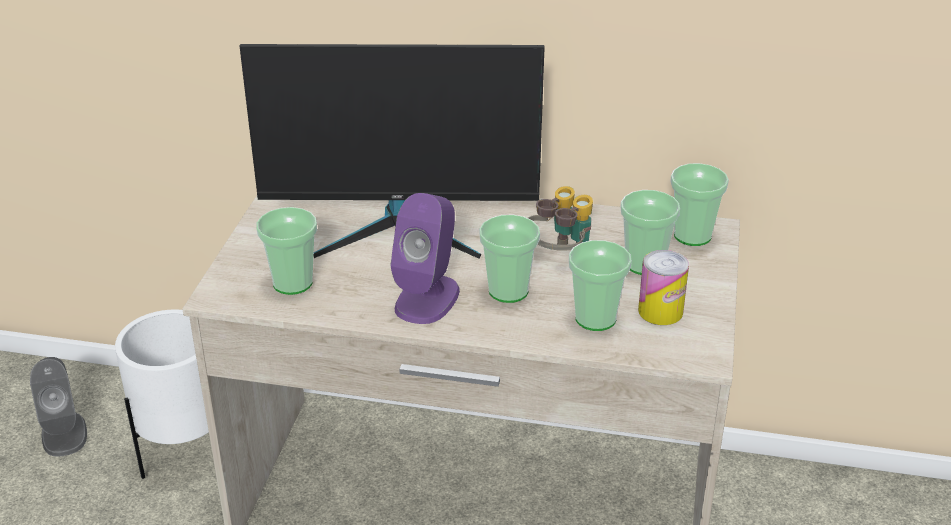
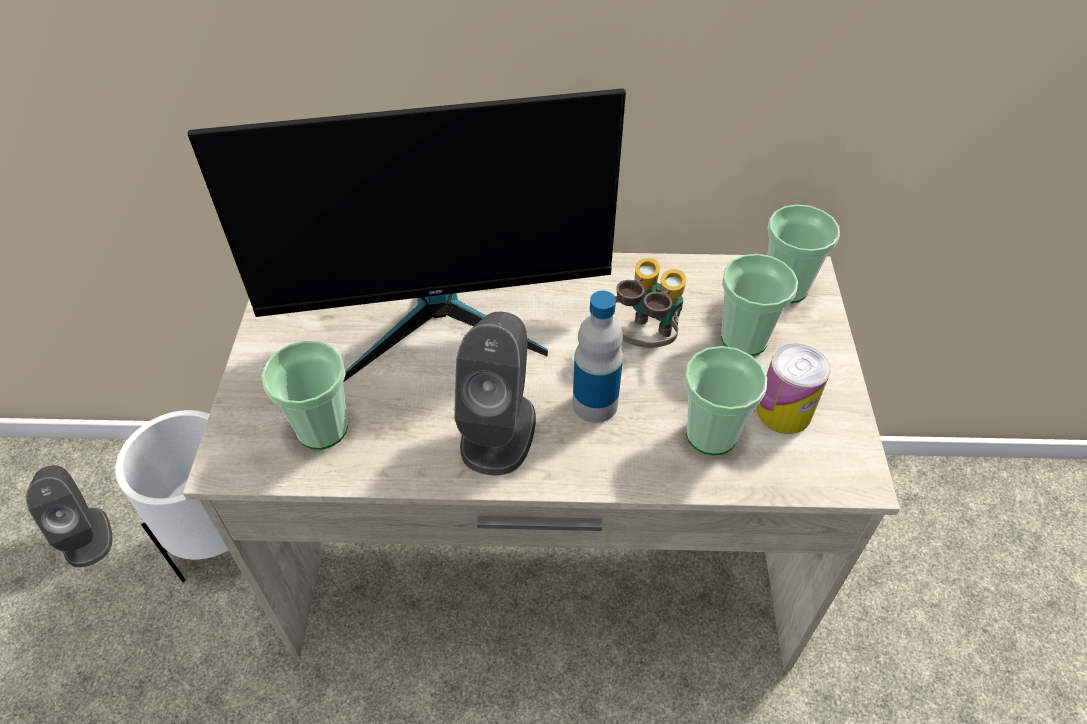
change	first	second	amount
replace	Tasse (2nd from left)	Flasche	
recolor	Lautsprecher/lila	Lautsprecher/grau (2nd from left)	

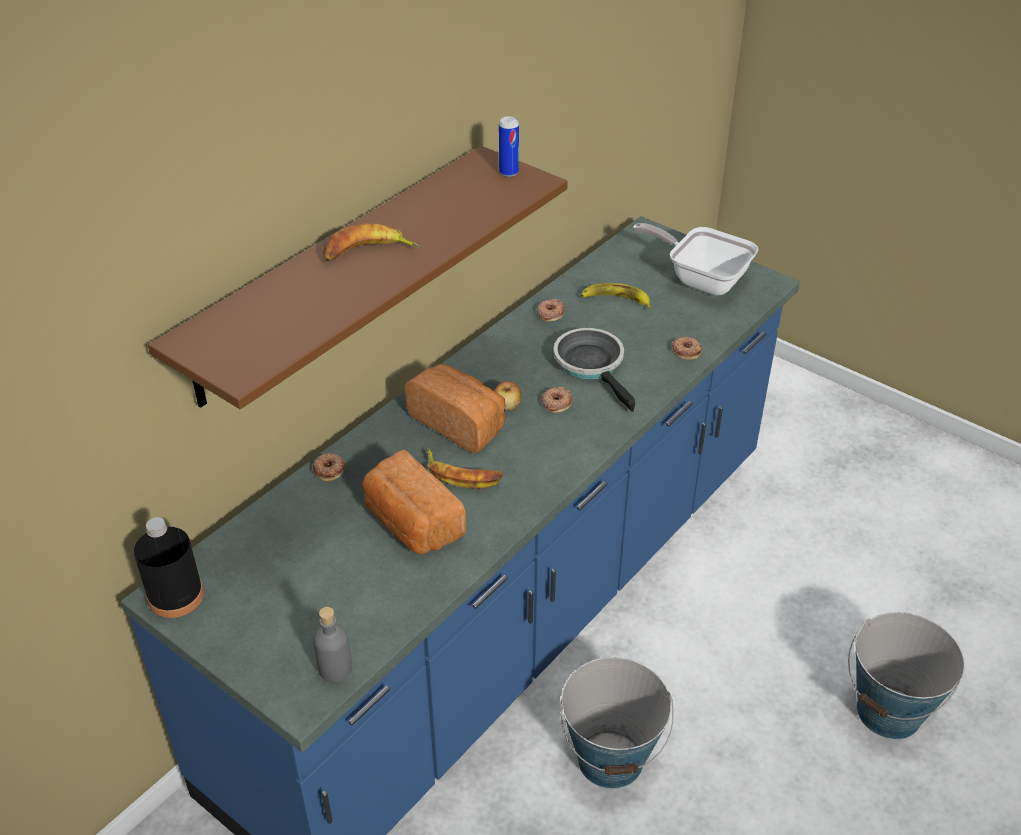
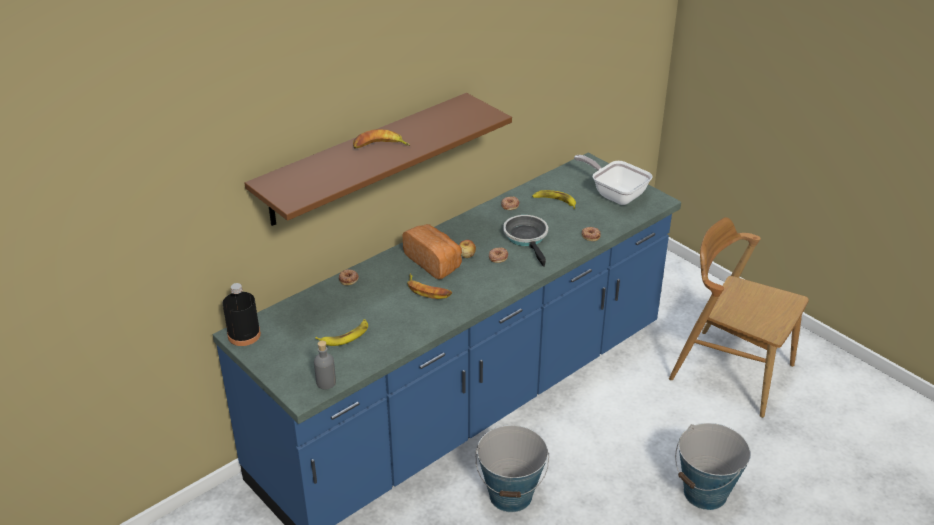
change	first	second	amount
delete	Brot (1st from left)		
delete	Dose		
insert		Banane (1st from left)	
insert		Stuhl/braun	

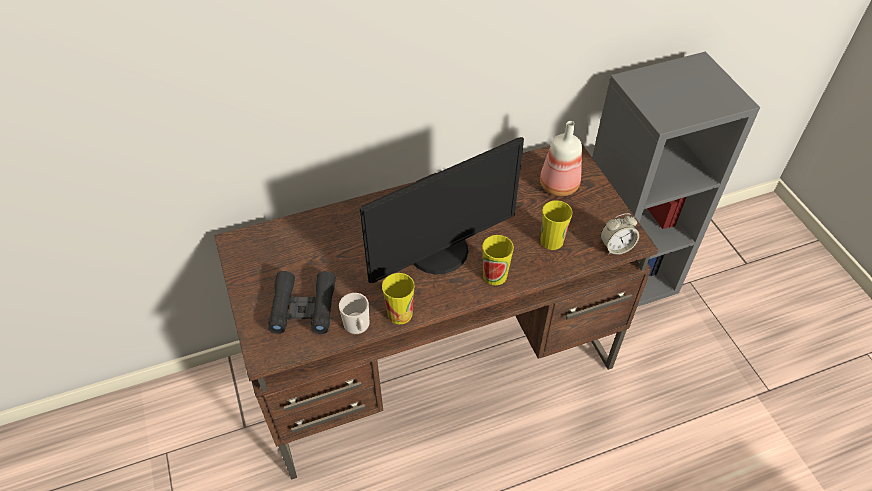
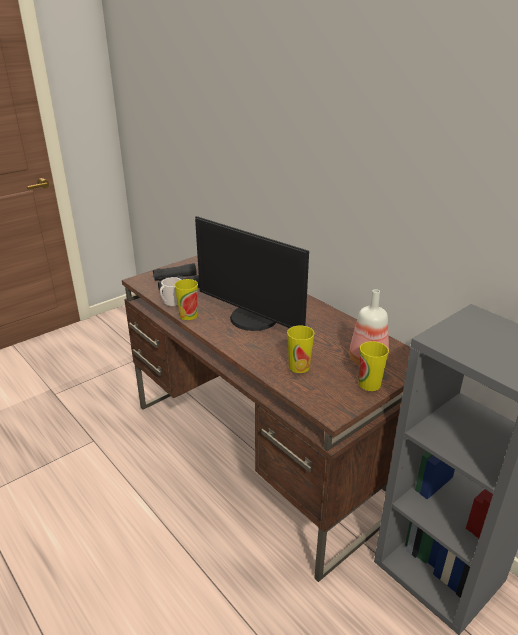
change	first	second	amount
delete	Wecker		
move	Tasse (2nd from left in the first image)	Tasse (3rd from left)	

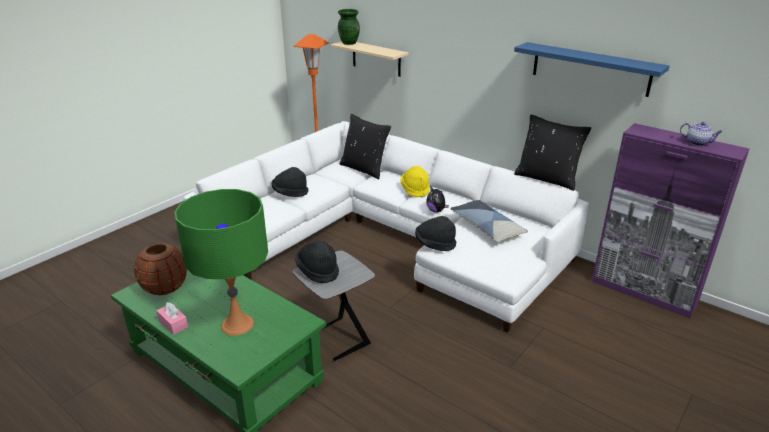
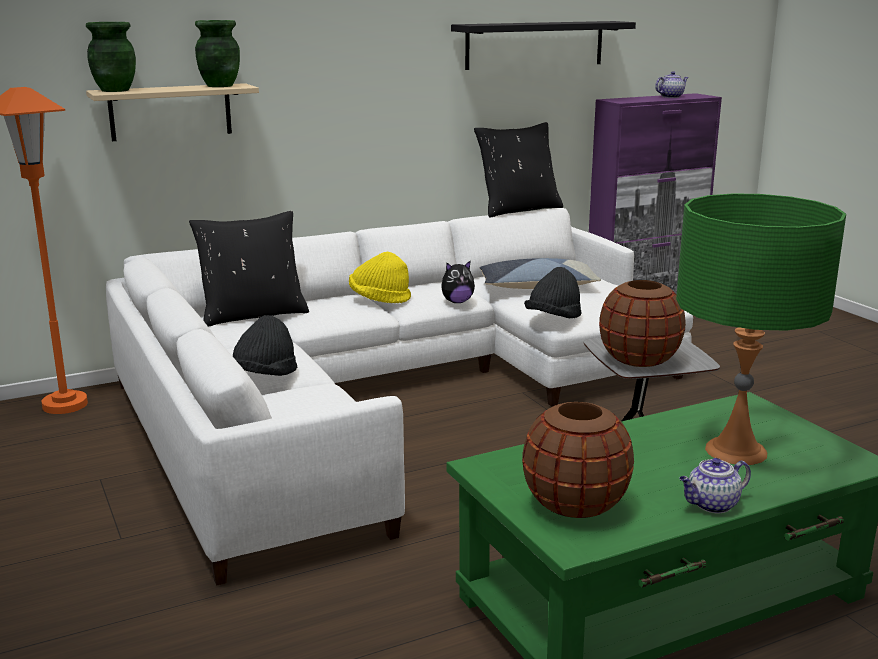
change	first	second	amount
insert		Vase/grün (2nd from left)	
replace	Taschentuchbox/rosa	Teekanne (2nd from left)	
replace	Hut/schwarz (2nd from left)	Vase/braun (2nd from left)	
recolor	Wandregal/blau	Wandregal/schwarz	

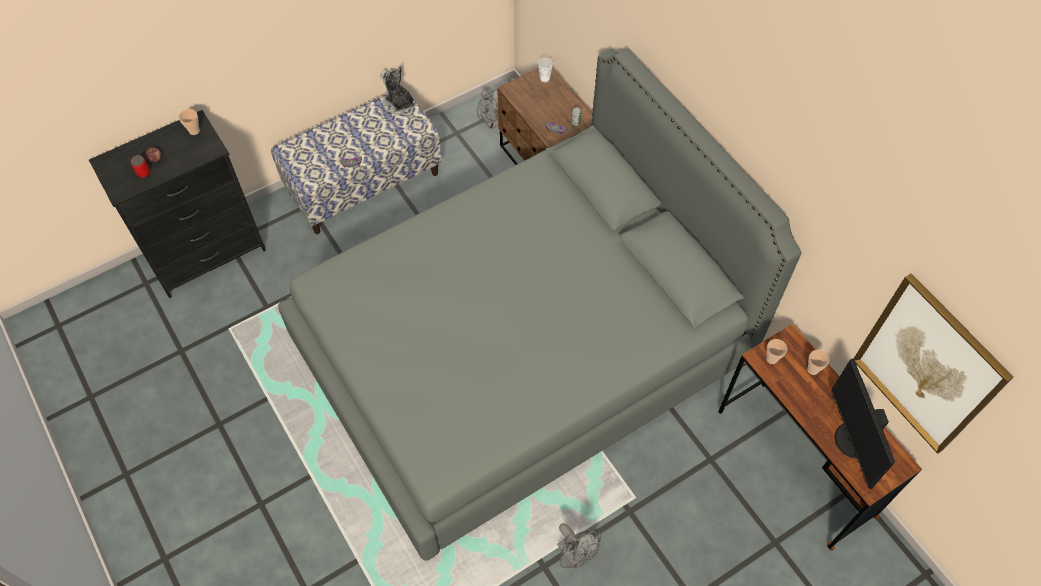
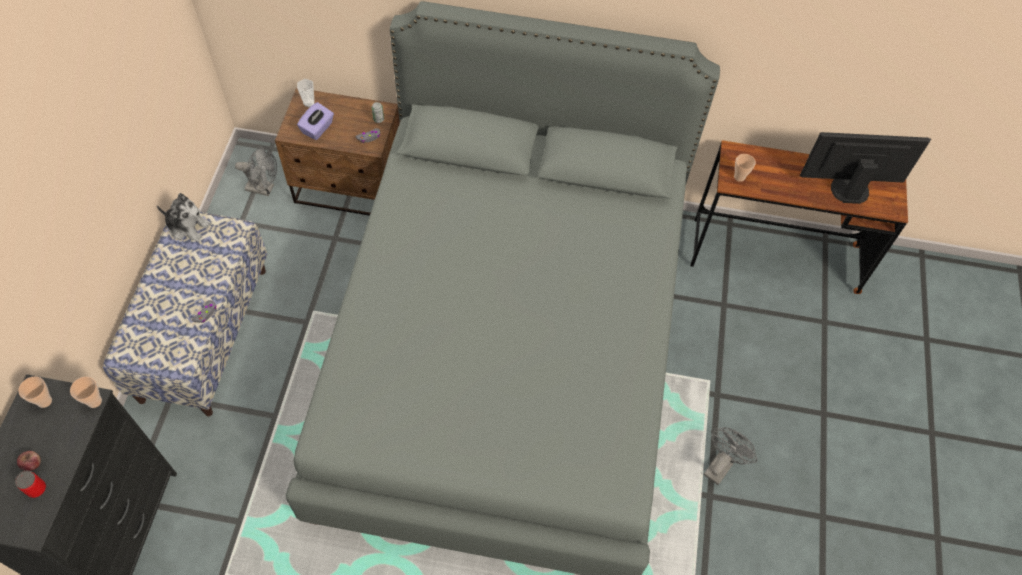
change	first	second	amount
delete	Bild		
insert		Taschentuchbox/lila	
move	Tasse (4th from left in the first image)	Tasse (2nd from left)	
rotate	Plüschtier		150 degrees counterclockwise
rotate	Ventilator/grau (2nd from left)		60 degrees counterclockwise
rotate	Monitor		150 degrees clockwise

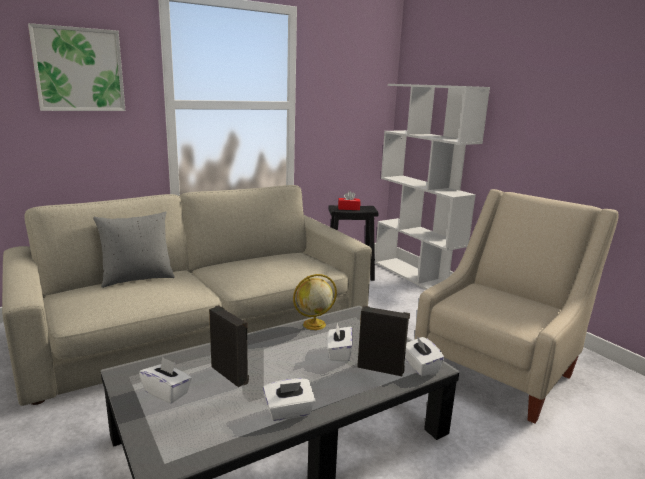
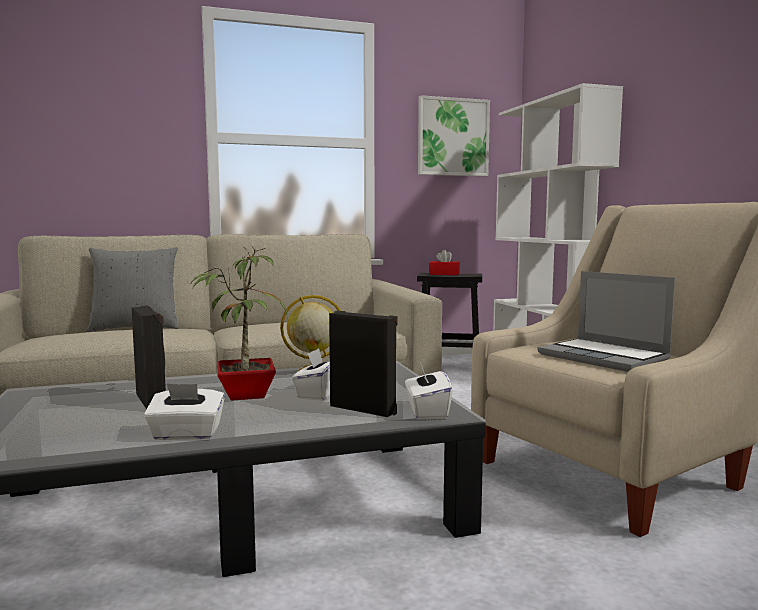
change	first	second	amount
delete	Taschentuchbox/weiß (1st from left)		
insert		Topfpflanze	
insert		Laptop	
move	Bild		

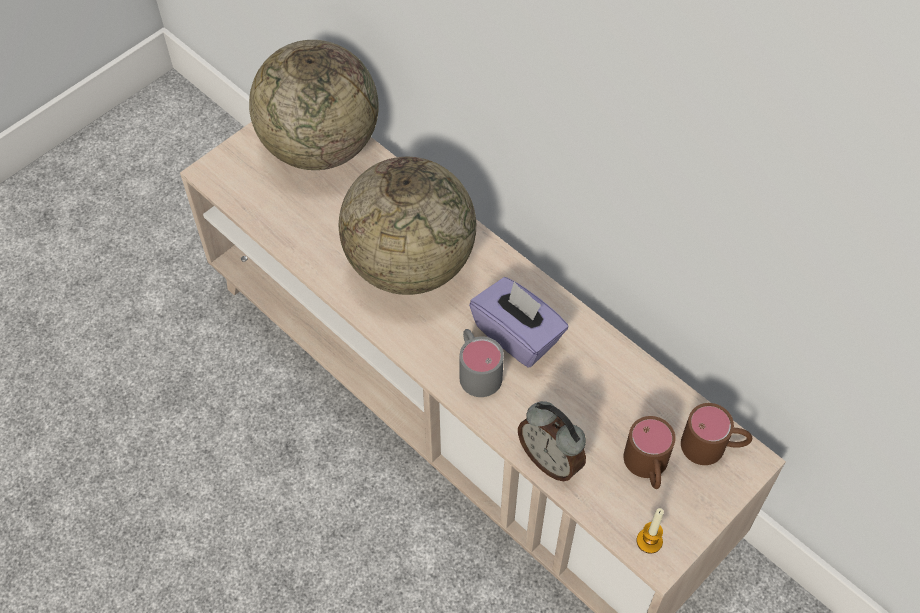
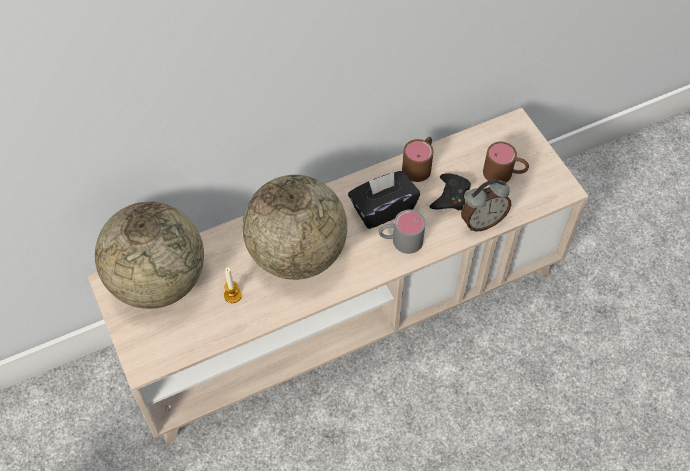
change	first	second	amount
insert		Gamepad/schwarz	
move	Kerze		
move	Henkelbecher/braun (2nd from left in the first image)	Henkelbecher/braun (1st from left)	
recolor	Taschentuchbox/lila	Taschentuchbox/schwarz	

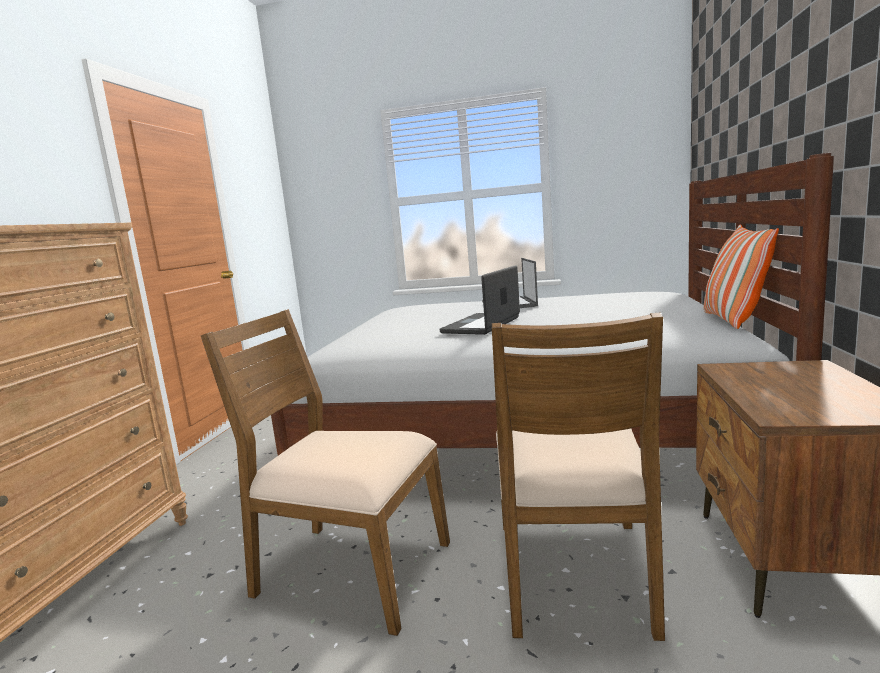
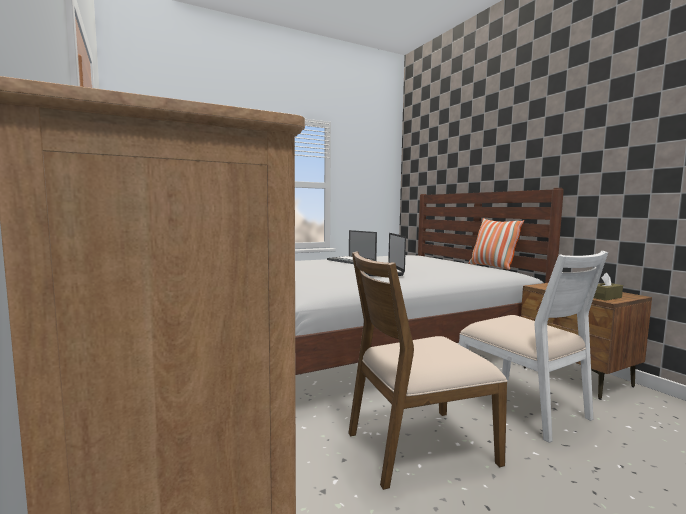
change	first	second	amount
insert		Taschentuchbox/braun	
recolor	Stuhl/braun (2nd from left)	Stuhl/weiß	

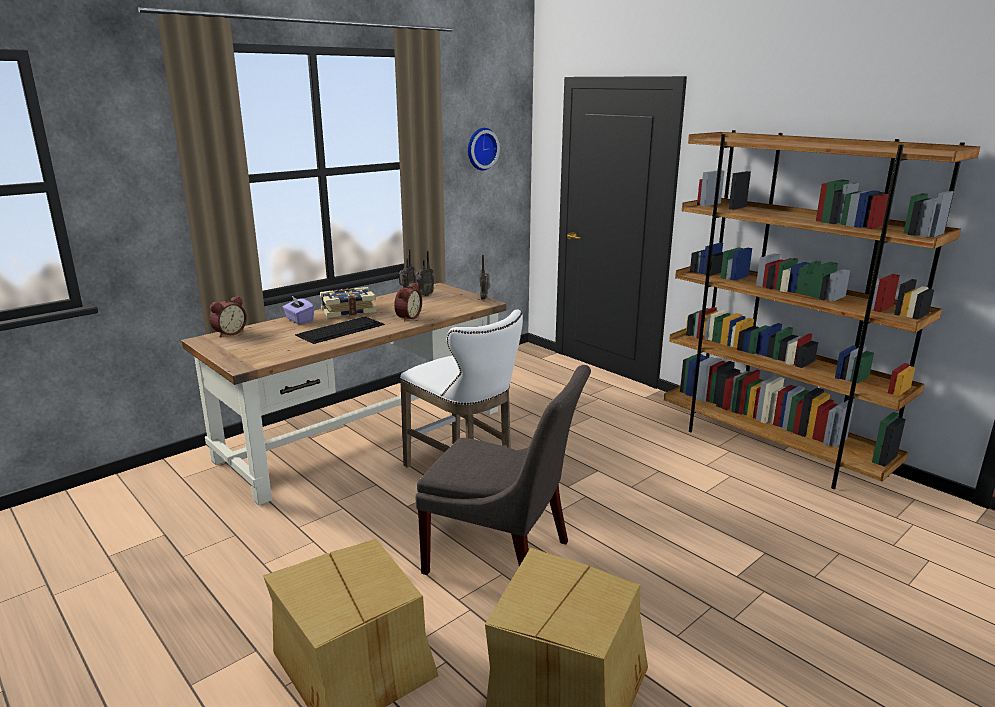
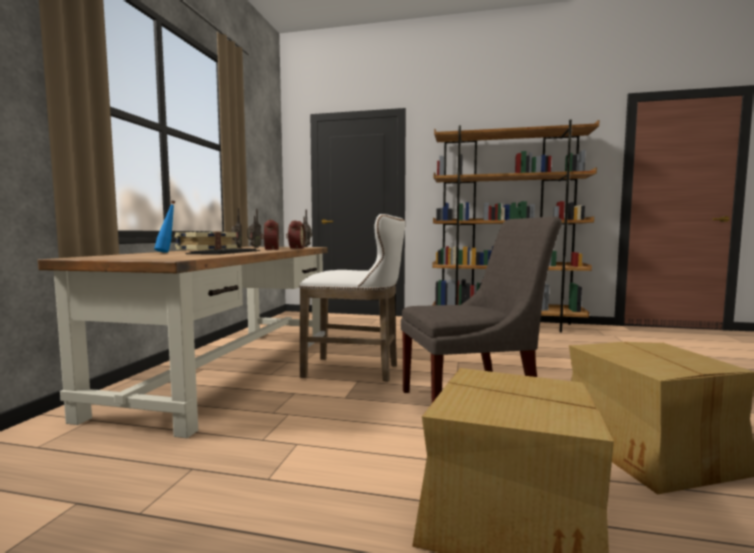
change	first	second	amount
delete	Wanduhr		
move	Wecker (1st from left in the first image)	Wecker (2nd from left)	
replace	Taschentuchbox/lila	Flasche/blau	

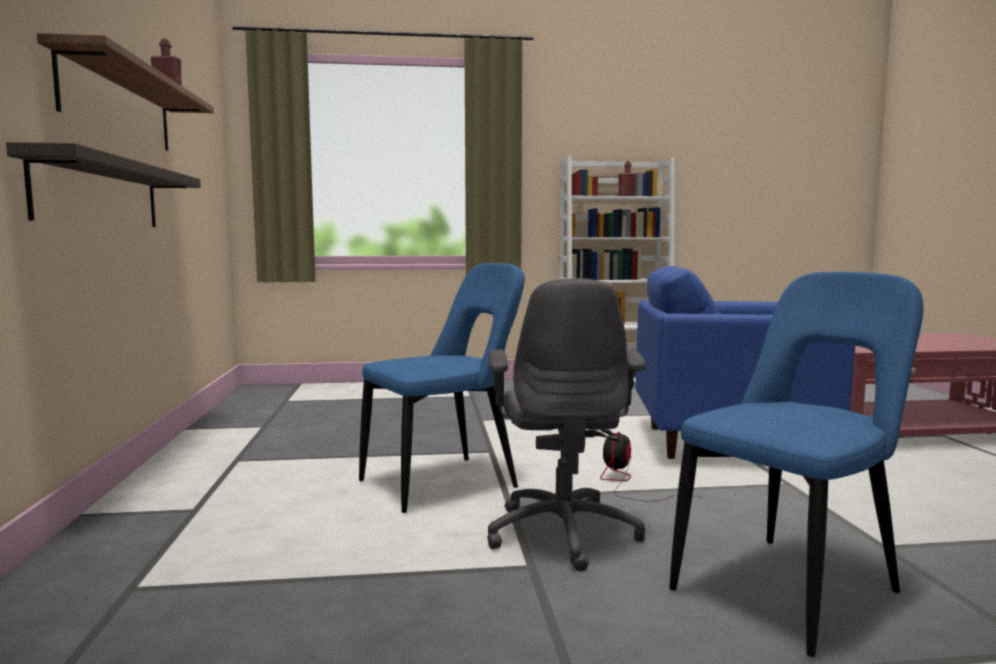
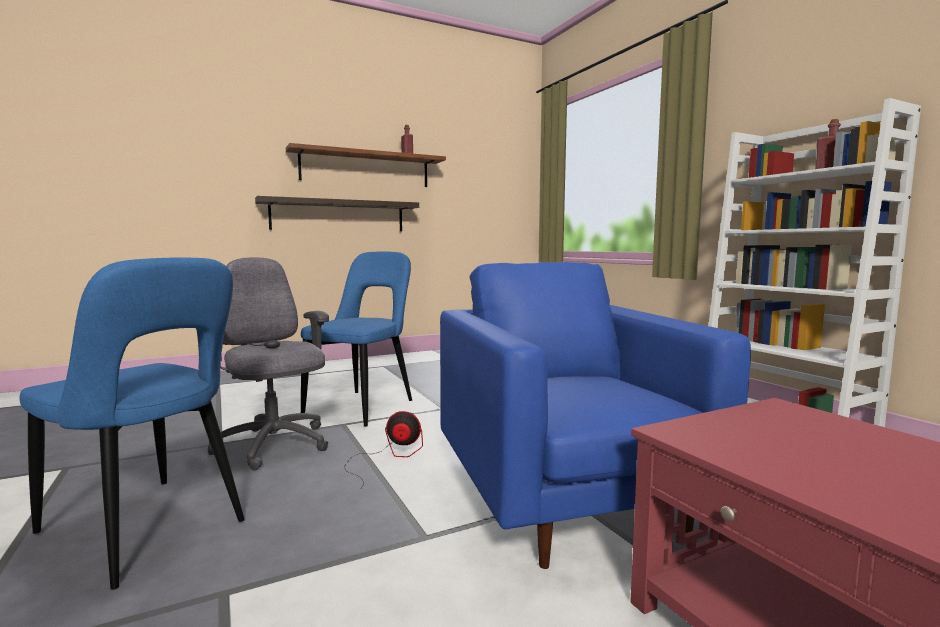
change	first	second	amount
rotate	Stuhl/blau (1st from left in the first image)	Stuhl/blau (2nd from left)	105 degrees counterclockwise
rotate	Bürostuhl/grau		75 degrees clockwise

